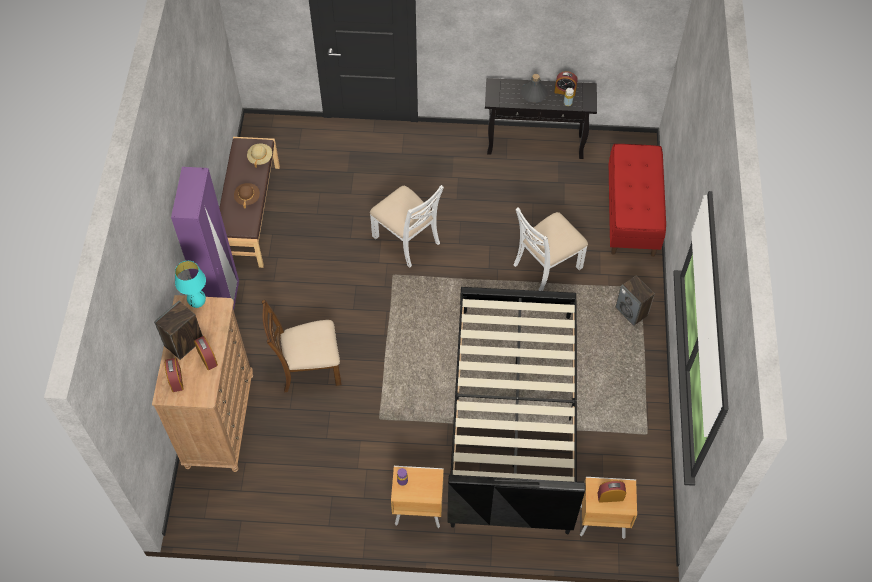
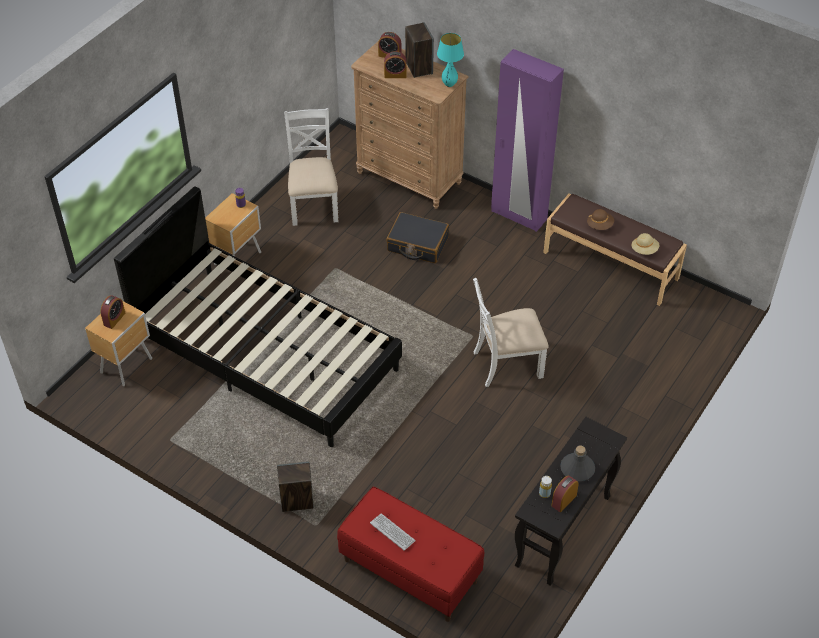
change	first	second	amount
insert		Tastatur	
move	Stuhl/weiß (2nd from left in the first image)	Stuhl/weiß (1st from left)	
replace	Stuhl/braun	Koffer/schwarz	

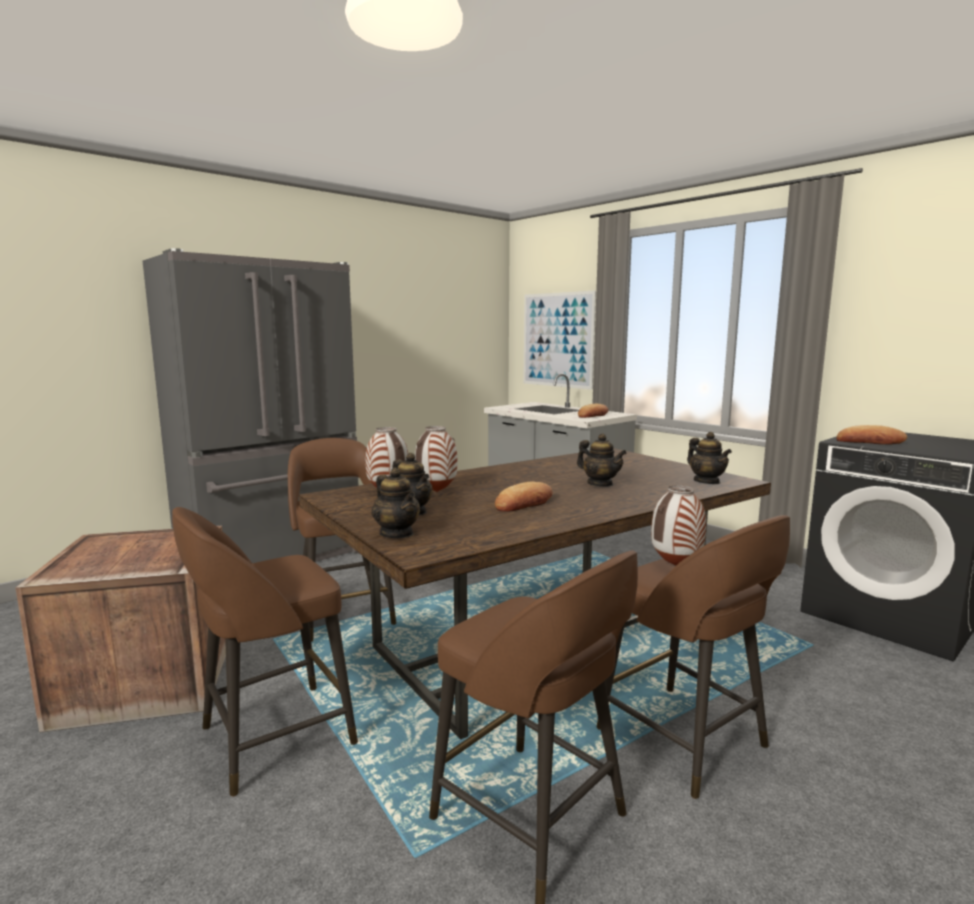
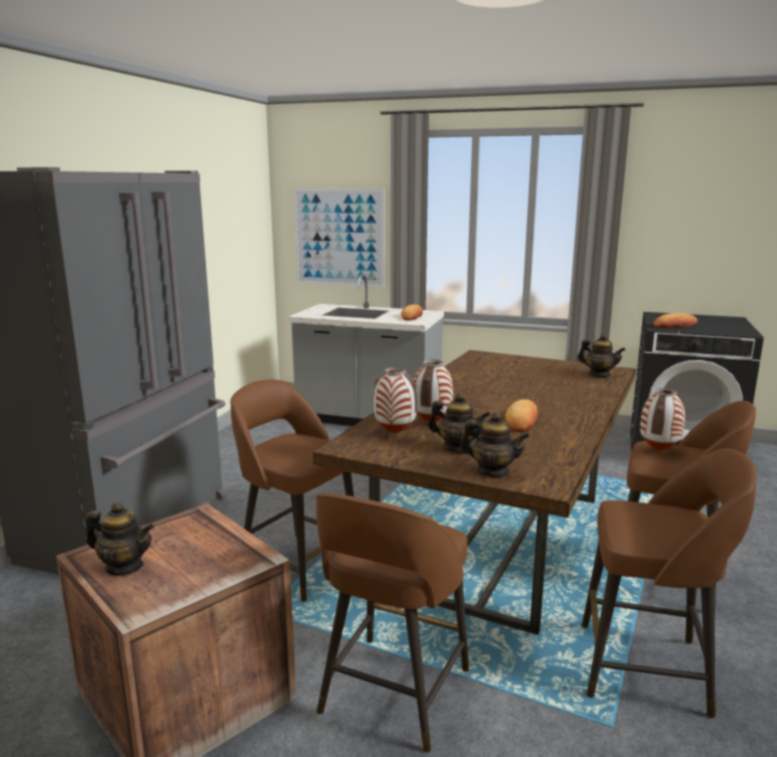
change	first	second	amount
move	Teekanne (3rd from left in the first image)	Teekanne (1st from left)	

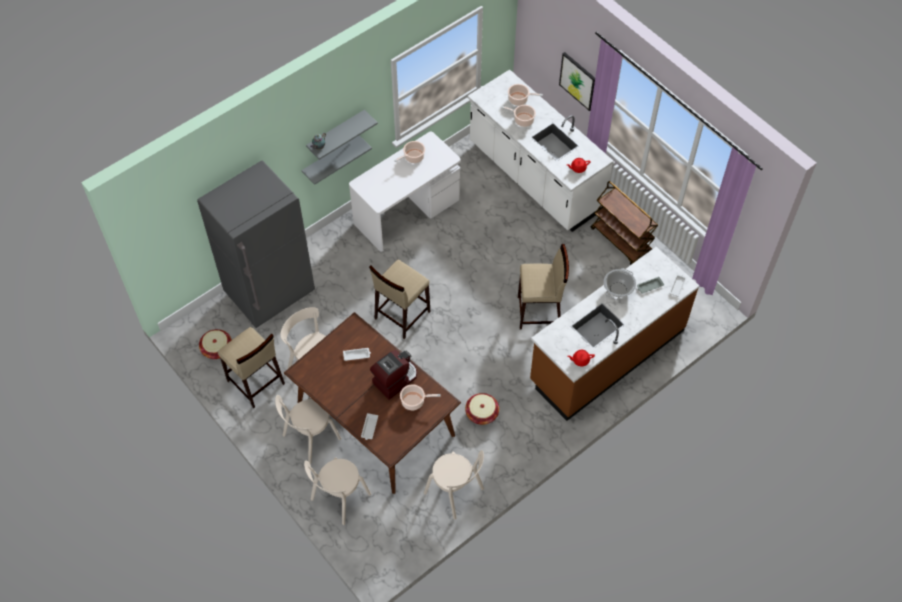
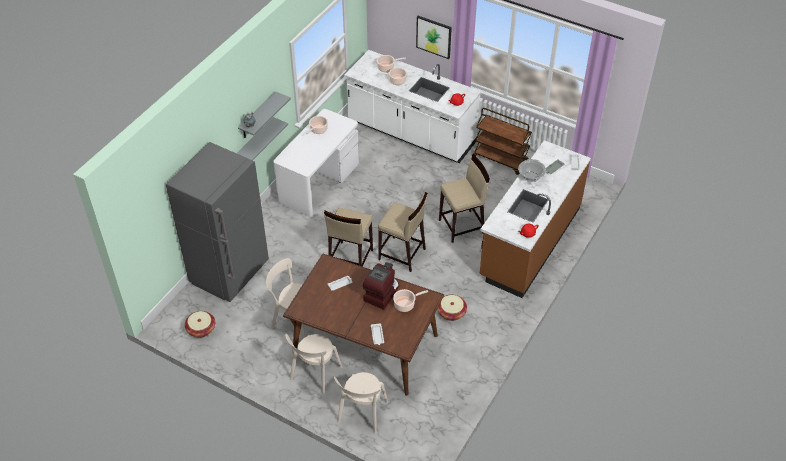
change	first	second	amount
delete	Stuhl/beige (4th from left)		
move	Hocker/beige (1st from left in the first image)	Hocker/beige (2nd from left)	

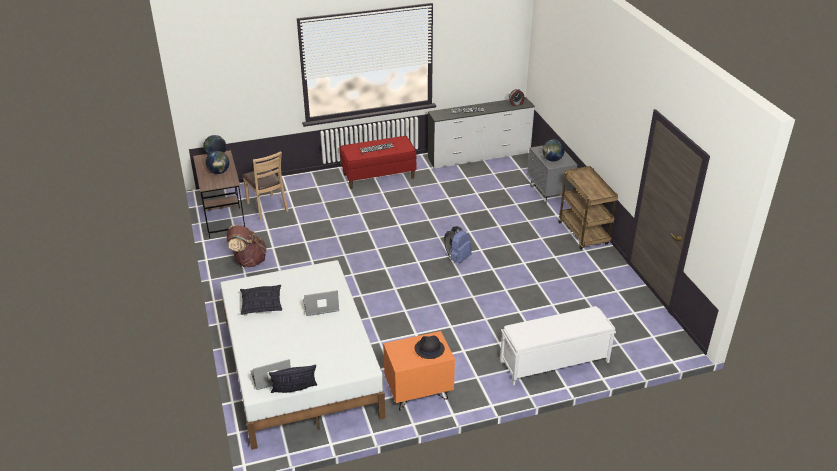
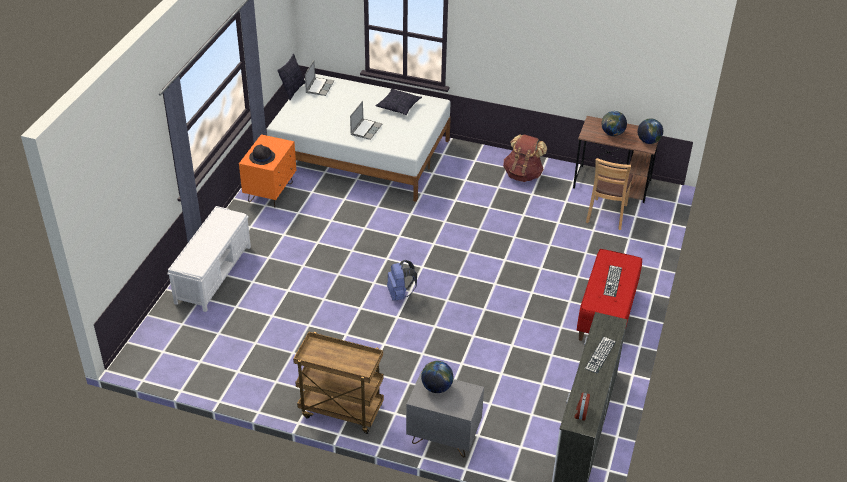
change	first	second	amount
rotate	Stuhl/braun		75 degrees counterclockwise

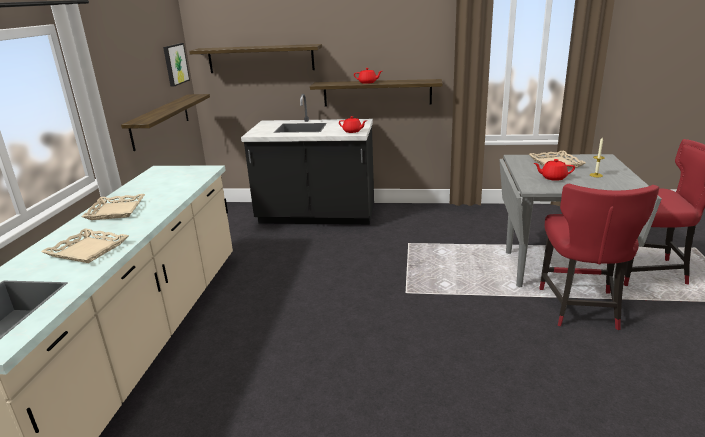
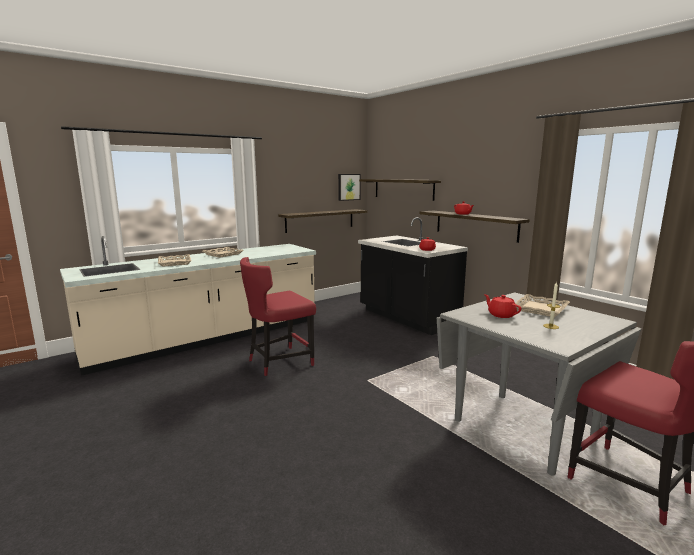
change	first	second	amount
move	Stuhl/rot (1st from left)		

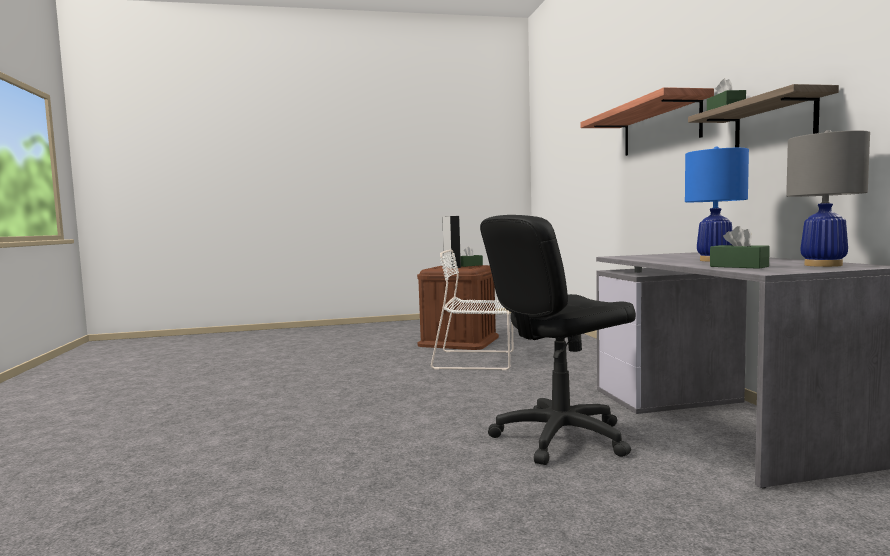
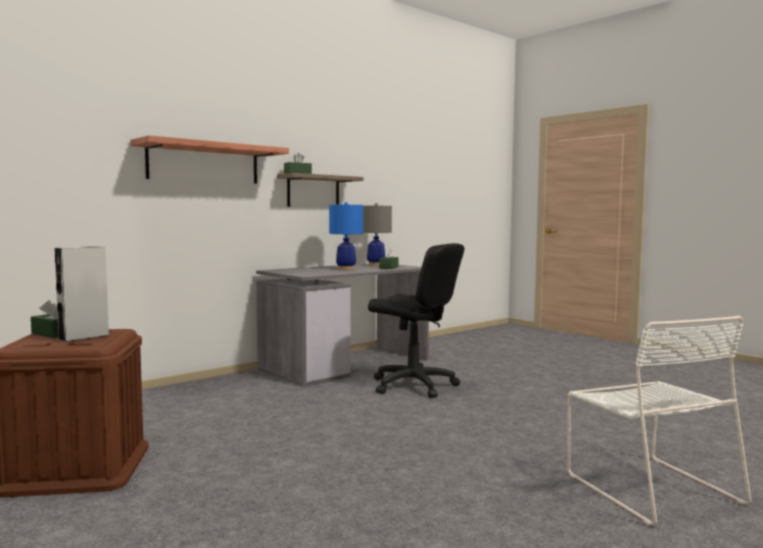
change	first	second	amount
move	Stuhl/weiß		

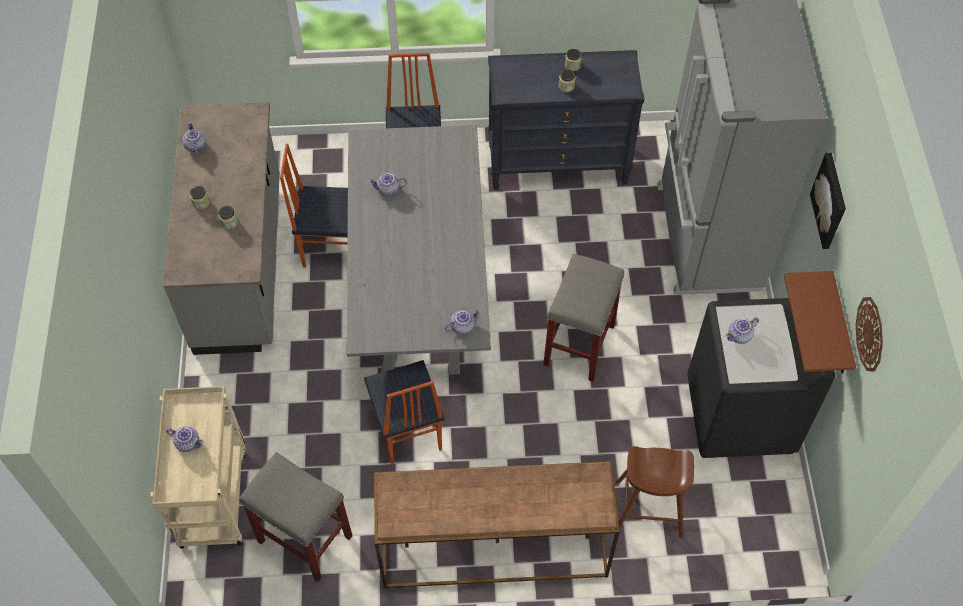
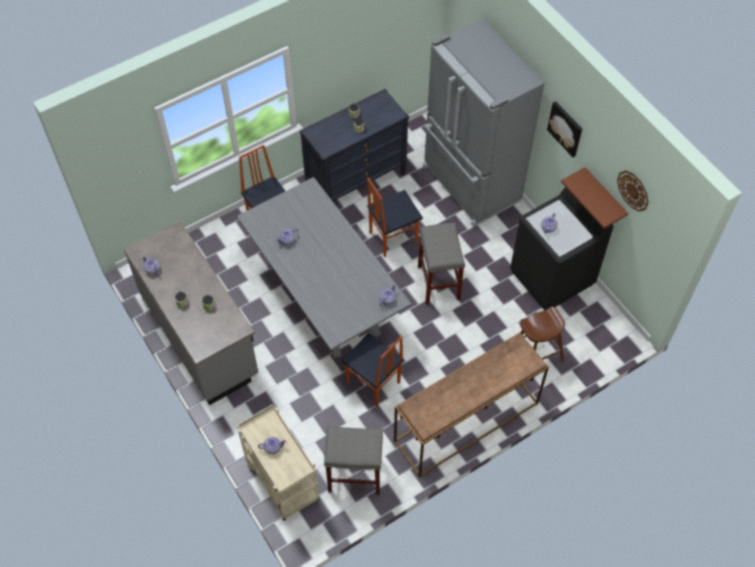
change	first	second	amount
move	Stuhl (1st from left in the first image)	Stuhl (3rd from left)	

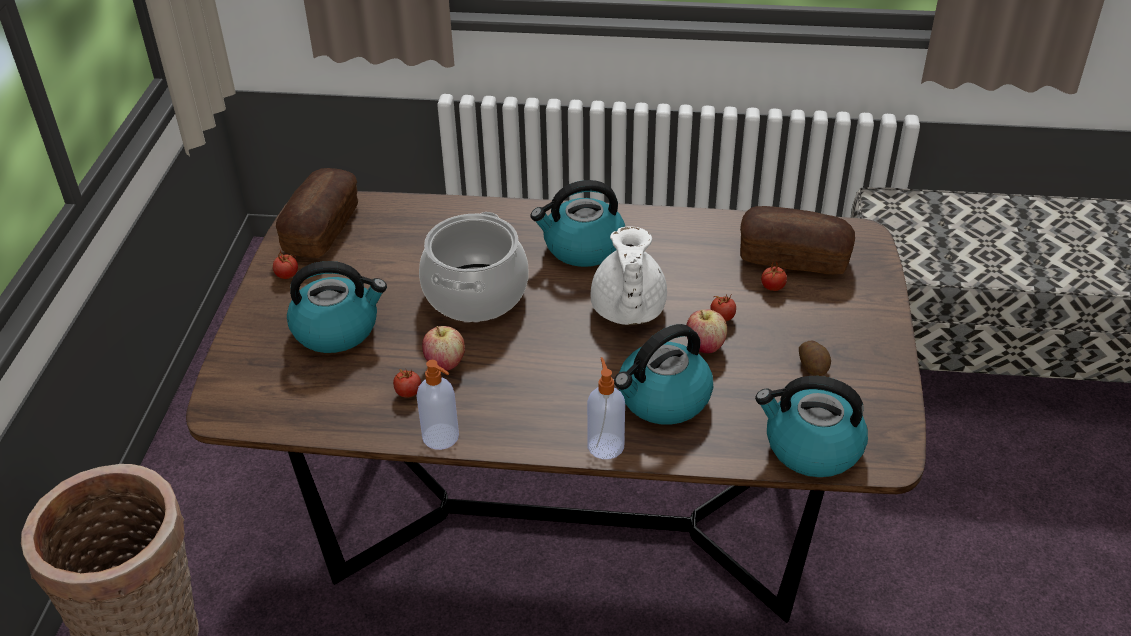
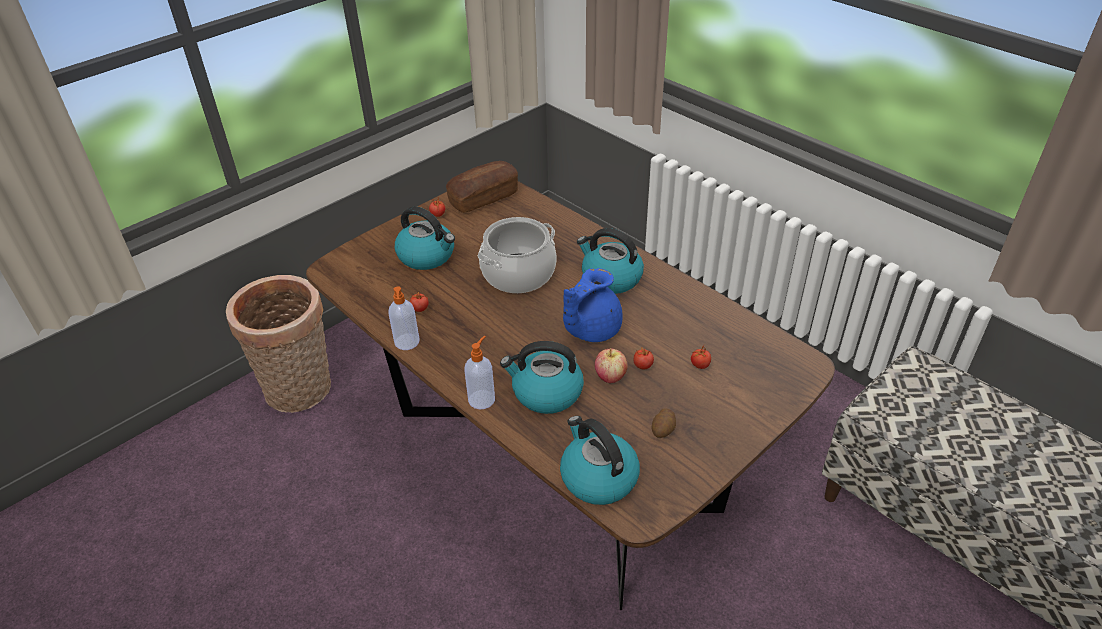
change	first	second	amount
delete	Apfel (1st from left)		
delete	Brot (2nd from left)		
recolor	Teekanne/weiß	Teekanne/blau	

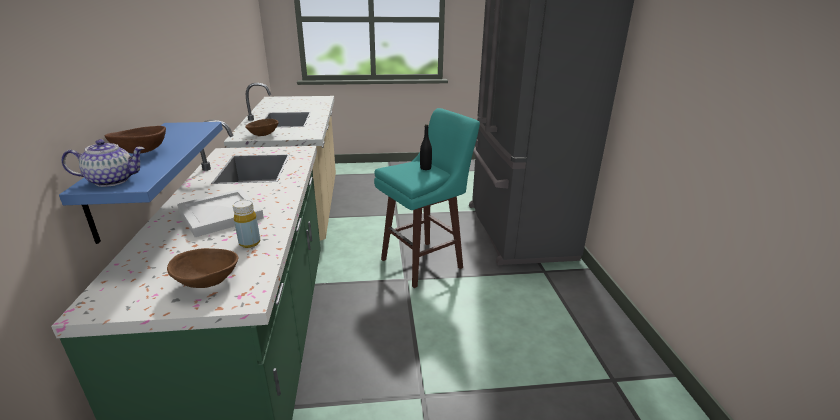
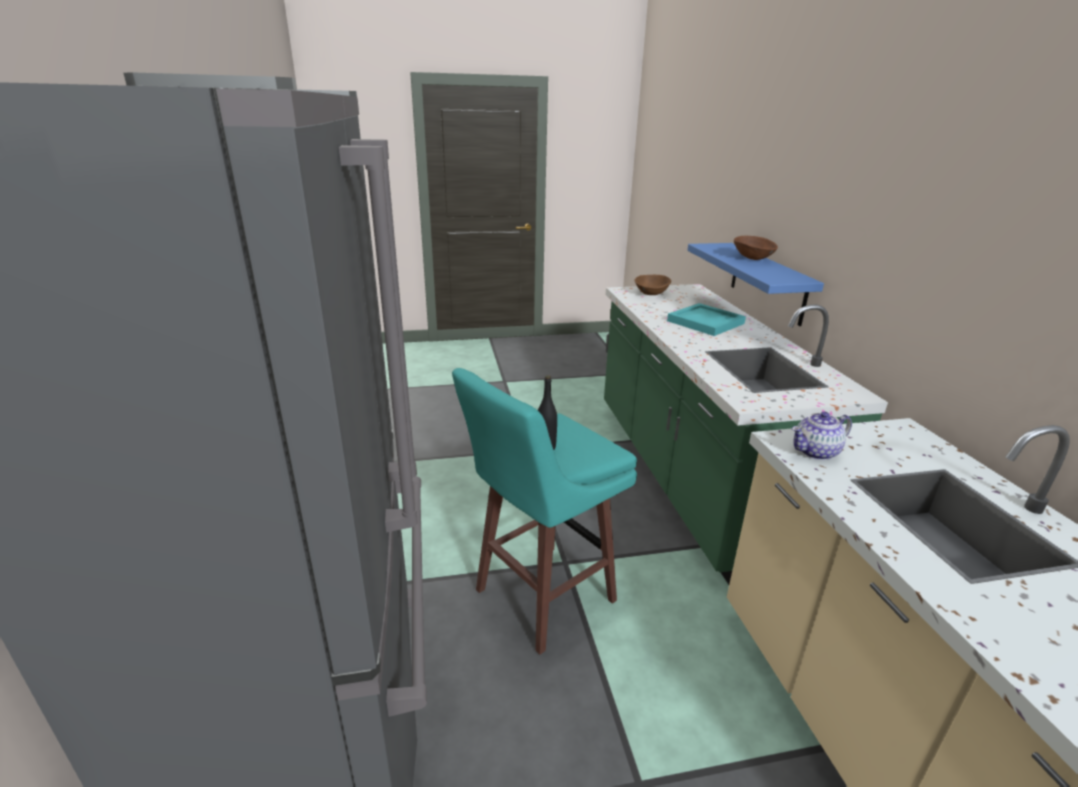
change	first	second	amount
delete	Flasche/gelb		
delete	Schüssel/braun (3rd from left)		
move	Teekanne		
recolor	Tablett/weiß	Tablett/türkis	

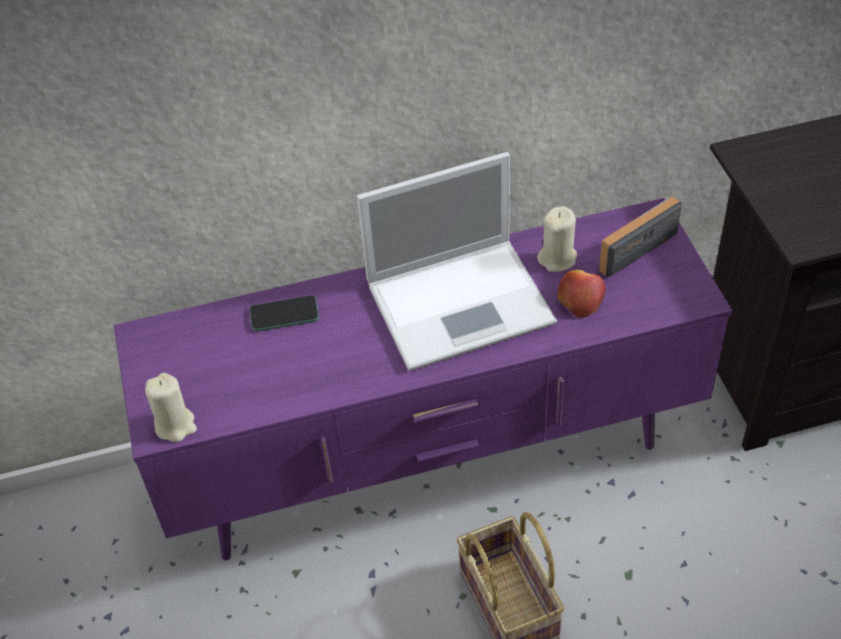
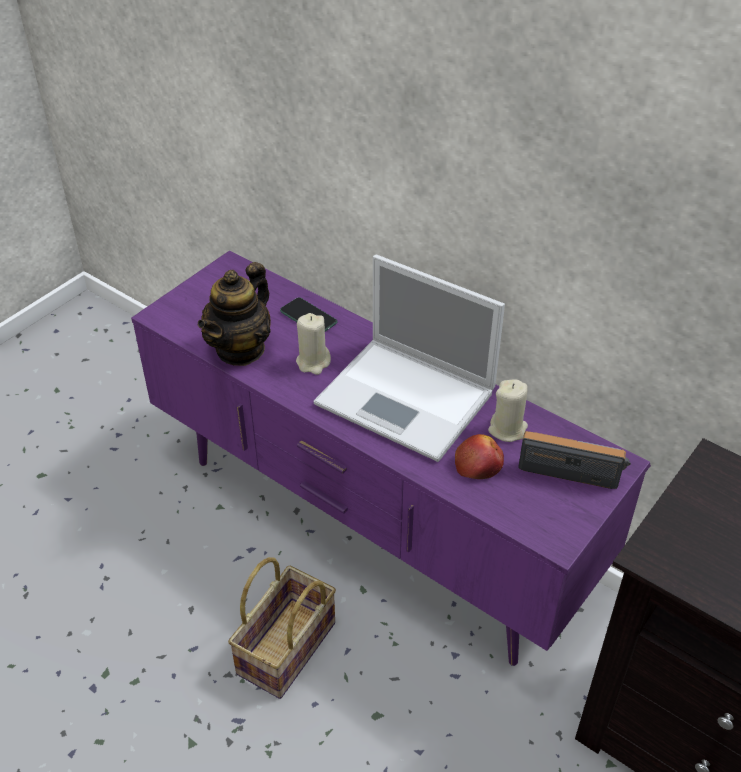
change	first	second	amount
insert		Teekanne	
move	Kerze/beige (1st from left)		

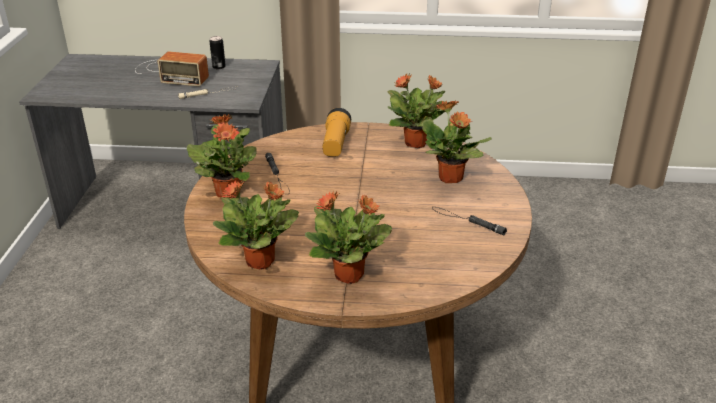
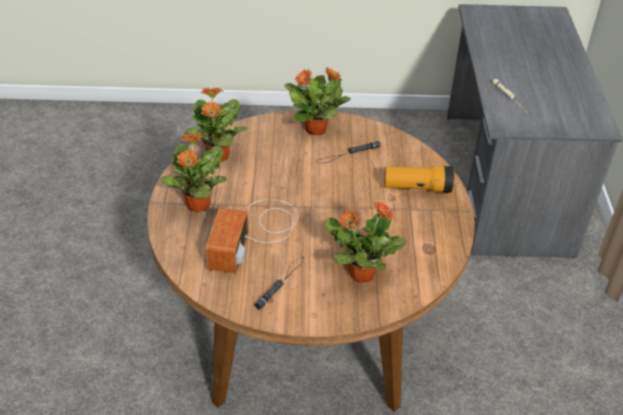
change	first	second	amount
delete	Dose		
delete	Topfpflanze (4th from left)		
move	Radio		

